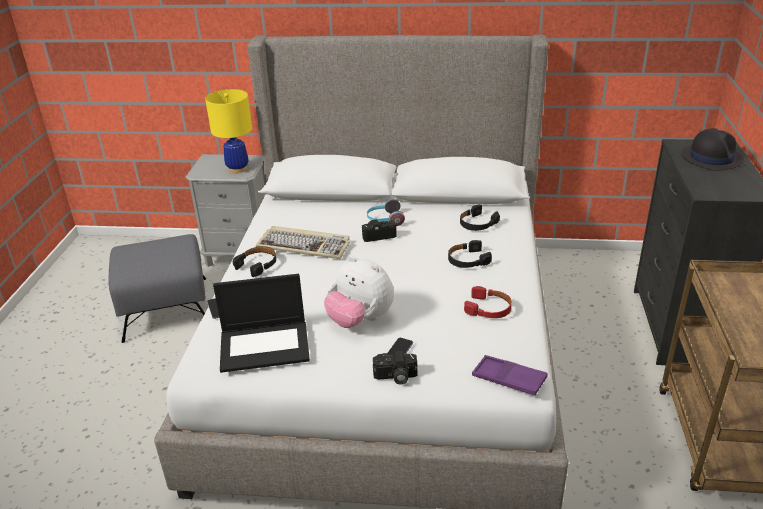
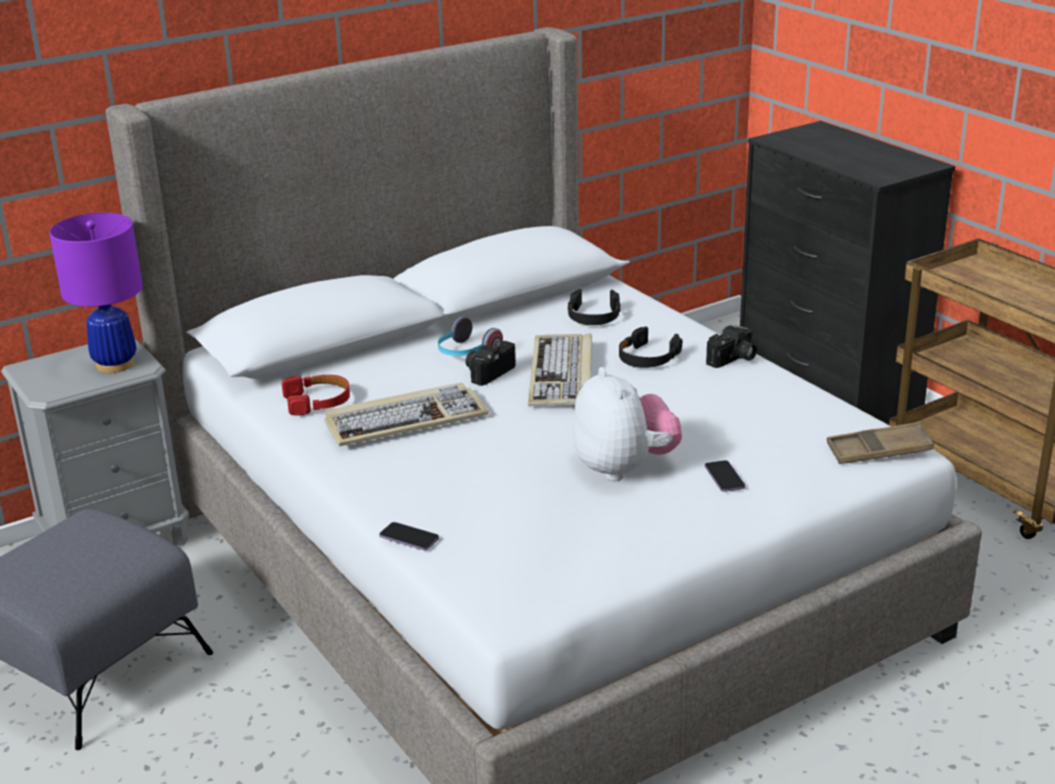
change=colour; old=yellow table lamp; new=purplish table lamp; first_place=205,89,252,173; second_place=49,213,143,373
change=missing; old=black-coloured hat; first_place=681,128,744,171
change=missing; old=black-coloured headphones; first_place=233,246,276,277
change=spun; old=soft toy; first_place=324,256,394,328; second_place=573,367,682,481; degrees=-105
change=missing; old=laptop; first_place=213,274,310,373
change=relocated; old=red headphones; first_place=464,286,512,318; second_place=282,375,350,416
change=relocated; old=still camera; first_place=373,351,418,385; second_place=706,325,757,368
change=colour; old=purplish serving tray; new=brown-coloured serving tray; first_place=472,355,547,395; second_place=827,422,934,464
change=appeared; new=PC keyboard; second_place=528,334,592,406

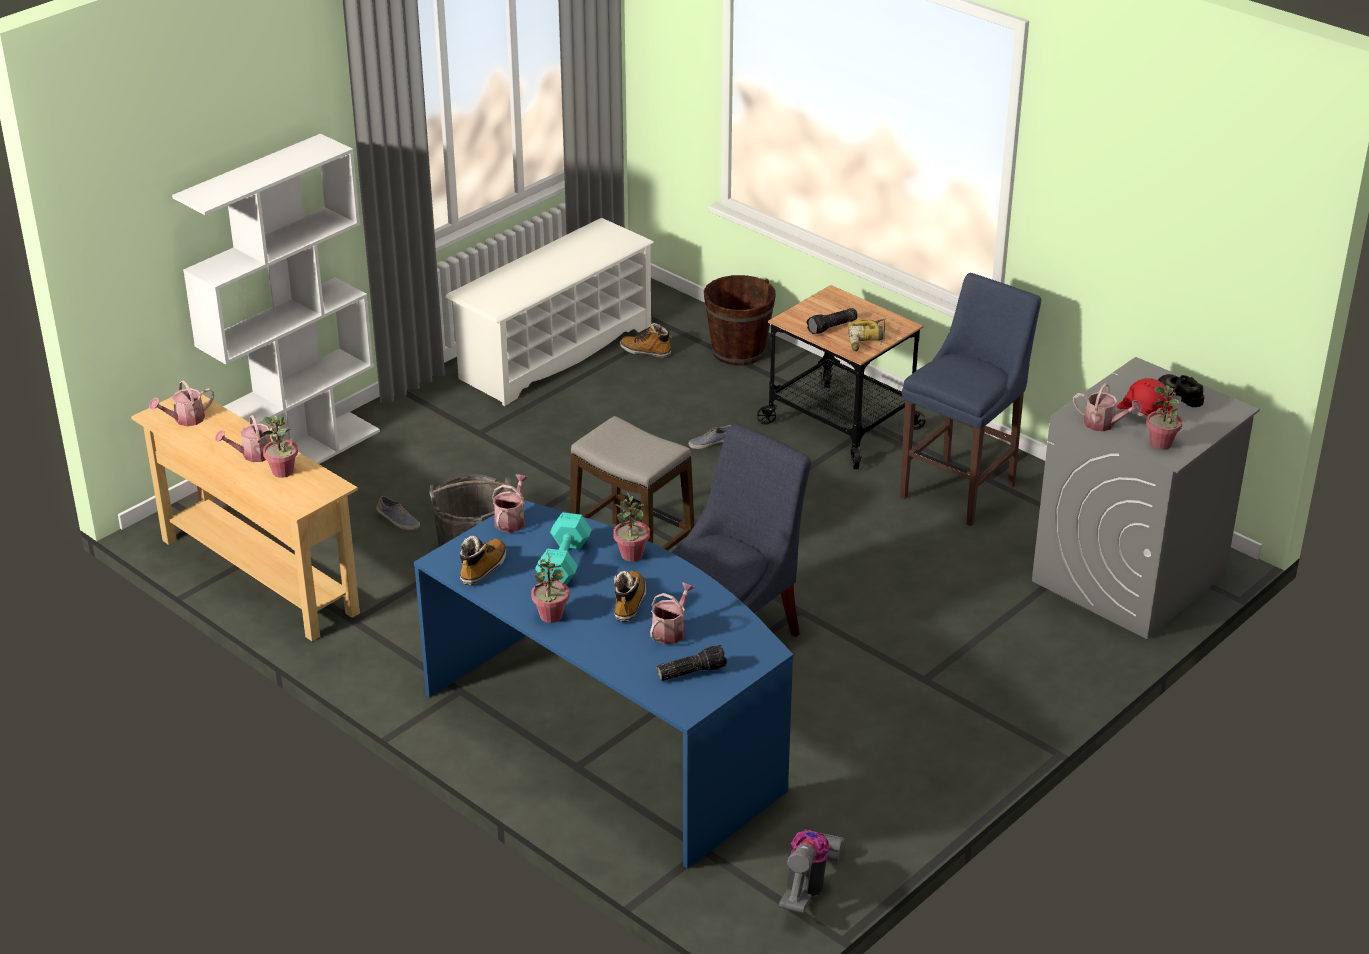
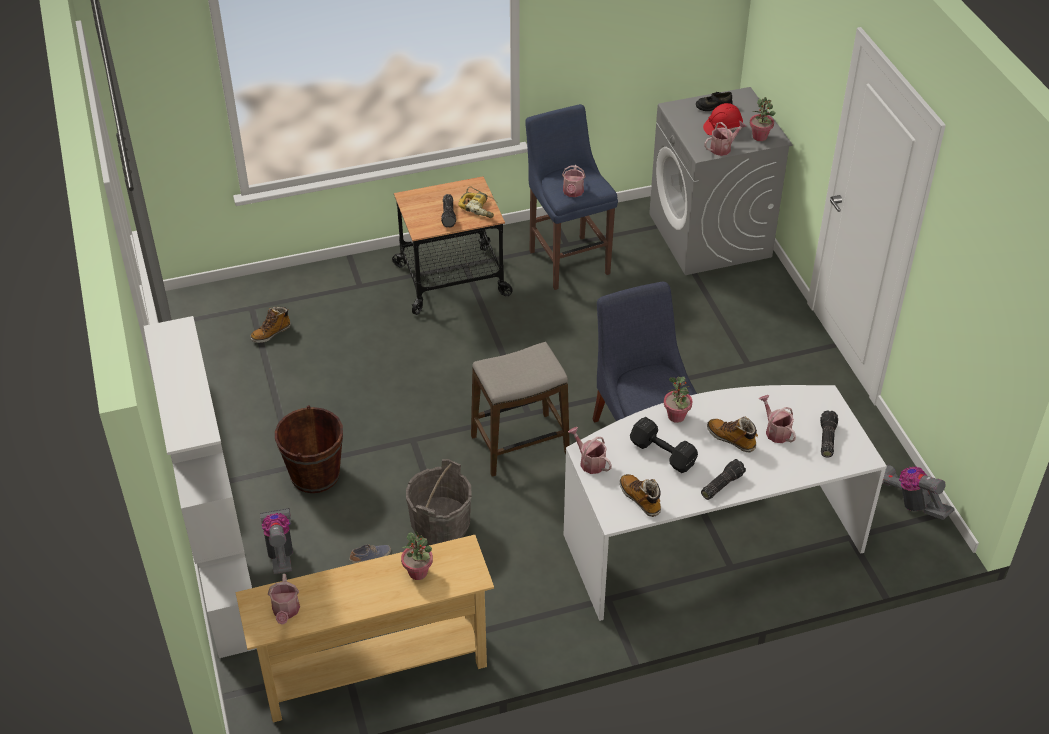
change=missing; old=white-coloured shoe rack; first_place=445,218,654,406
change=relocated; old=brown-coloured water bucket; first_place=704,275,776,366; second_place=275,405,343,493
change=relocated; old=watering can; first_place=215,415,285,462; second_place=562,165,586,197
change=missing; old=item of footwear; first_place=689,425,731,449
change=colour; old=bluish desk unit; new=white-coloured desk unit; first_place=414,500,793,869; second_place=564,385,887,621
change=colour; old=turquoise-coloured dumbbell; new=black-coloured dumbbell; first_place=535,512,592,585; second_place=630,417,698,473
change=exchanged; old=plant in a pot; new=hand torch; first_place=531,551,570,623; second_place=701,459,746,500
change=appeared; new=vacuum cleaner; second_place=260,508,293,574

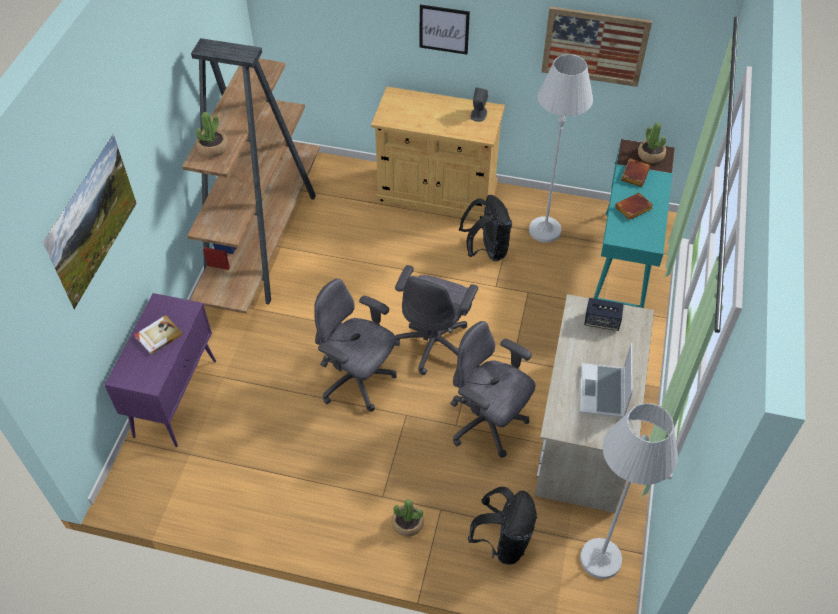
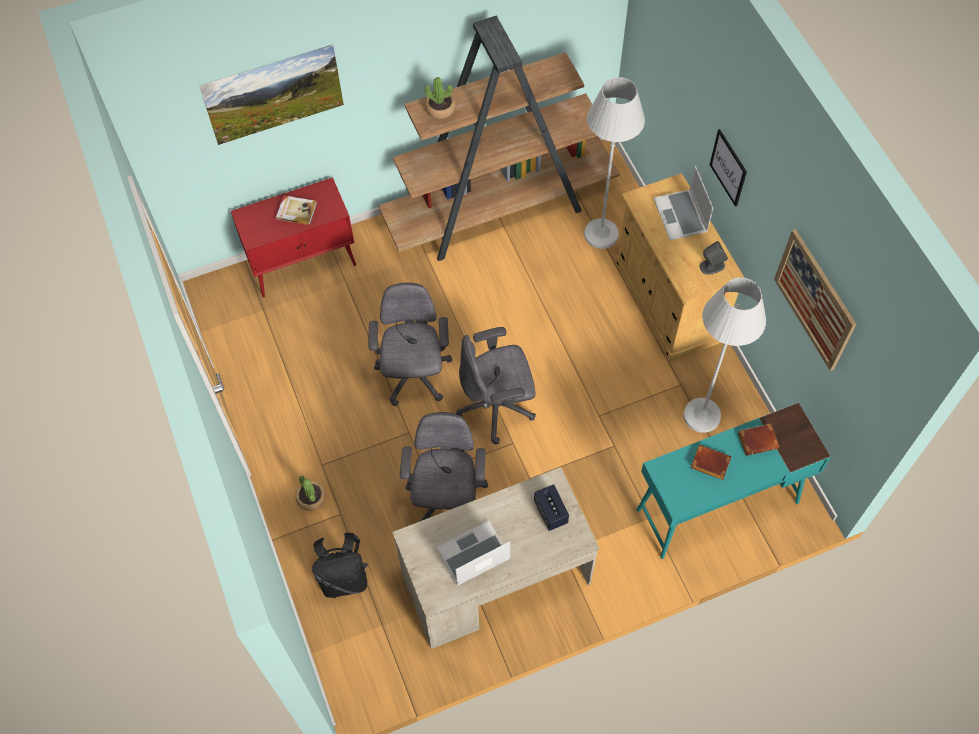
change=missing; old=plant in a pot; first_place=638,123,666,164
change=missing; old=black-coloured backpack; first_place=459,195,512,261
change=colour; old=purplish cupboard; new=red cupboard; first_place=104,293,216,447; second_place=231,177,356,298
change=relocated; old=white-coloured standard lamp; first_place=580,403,678,579; second_place=584,77,645,249
change=appeared; new=laptop; second_place=653,166,713,240

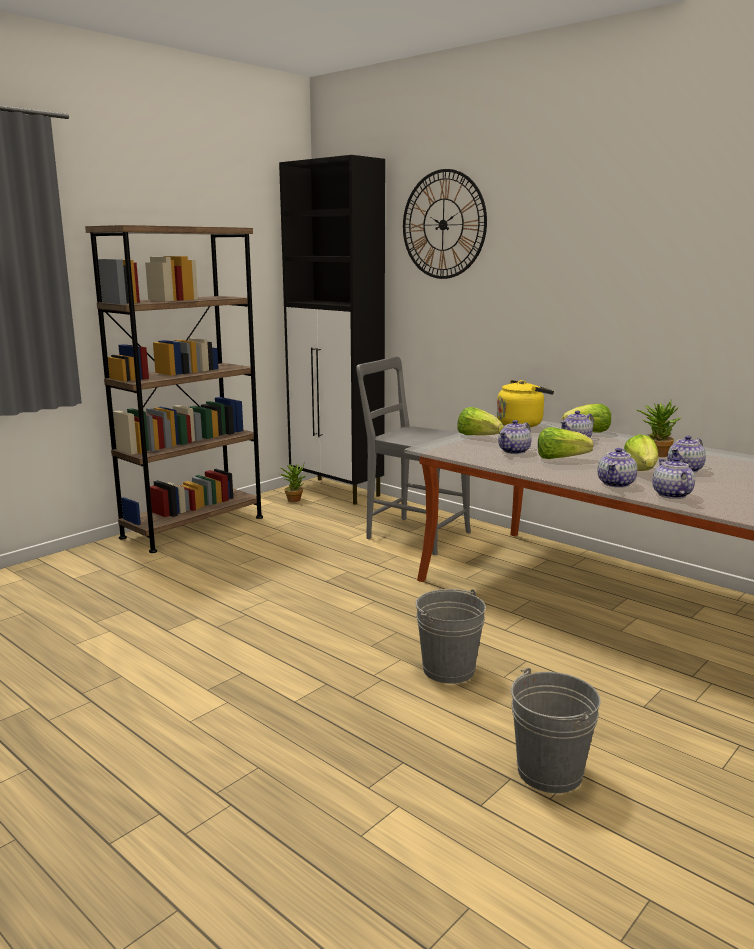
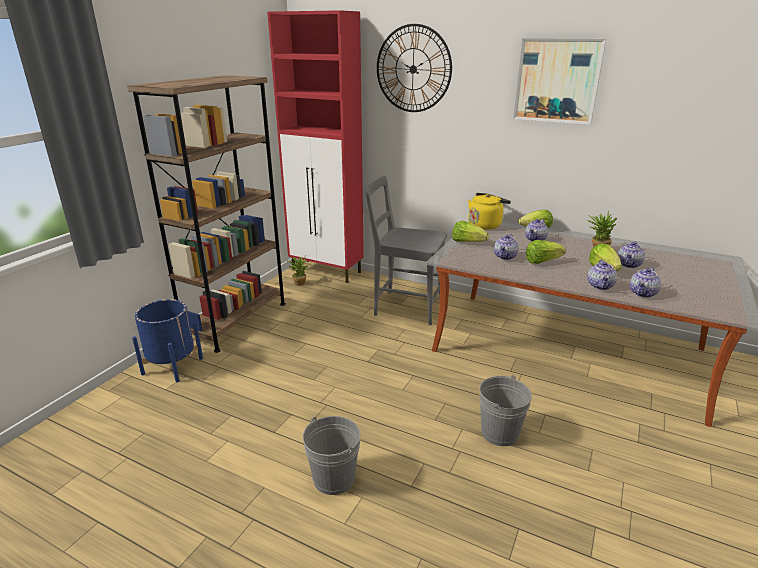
change=colour; old=black-coloured cupboard; new=red cupboard; first_place=279,155,385,505; second_place=267,10,364,283
change=spun; old=tea pot; first_place=652,457,695,499; second_place=630,267,661,298; degrees=-120
change=relocated; old=greyish water bucket; first_place=511,668,601,793; second_place=303,416,360,495
change=appeared; new=picture; second_place=513,38,606,125
change=appeared; new=bluish plant pot; second_place=132,299,203,382

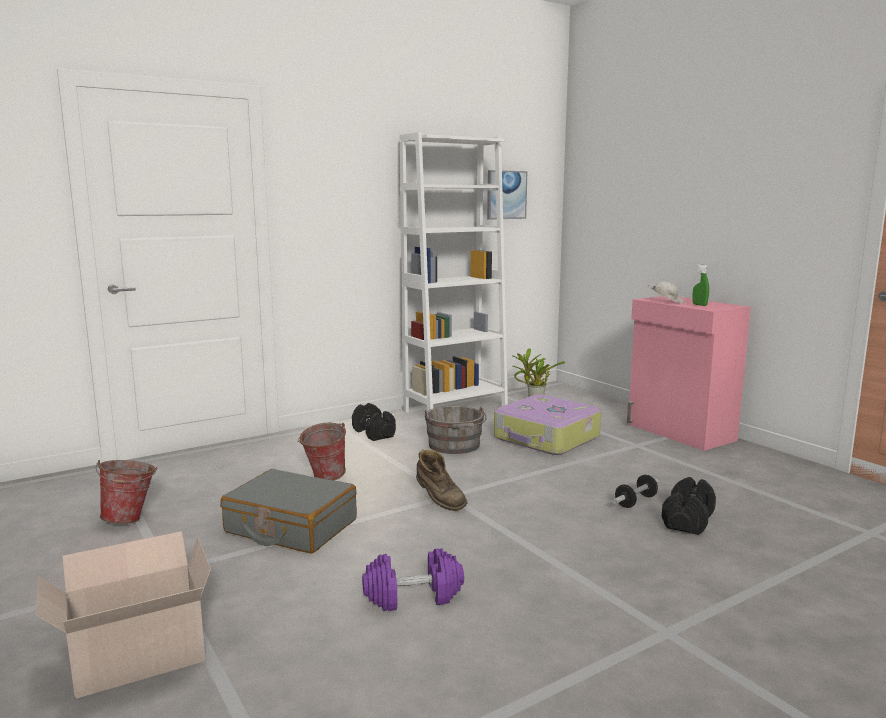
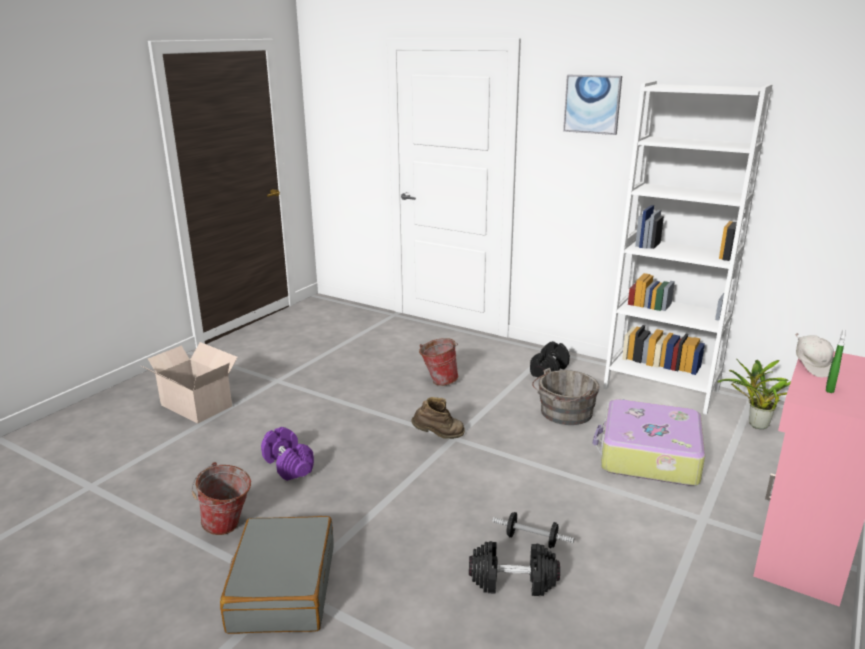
change=relocated; old=picture; first_place=487,170,527,220; second_place=563,75,622,135
change=spun; old=brown-coloured high-top boot; first_place=416,449,467,511; second_place=411,397,465,439; degrees=-120
change=relocated; old=water bucket; first_place=96,460,157,524; second_place=192,462,251,535
change=relocated; old=greyish suitcase; first_place=220,469,357,554; second_place=220,516,334,634

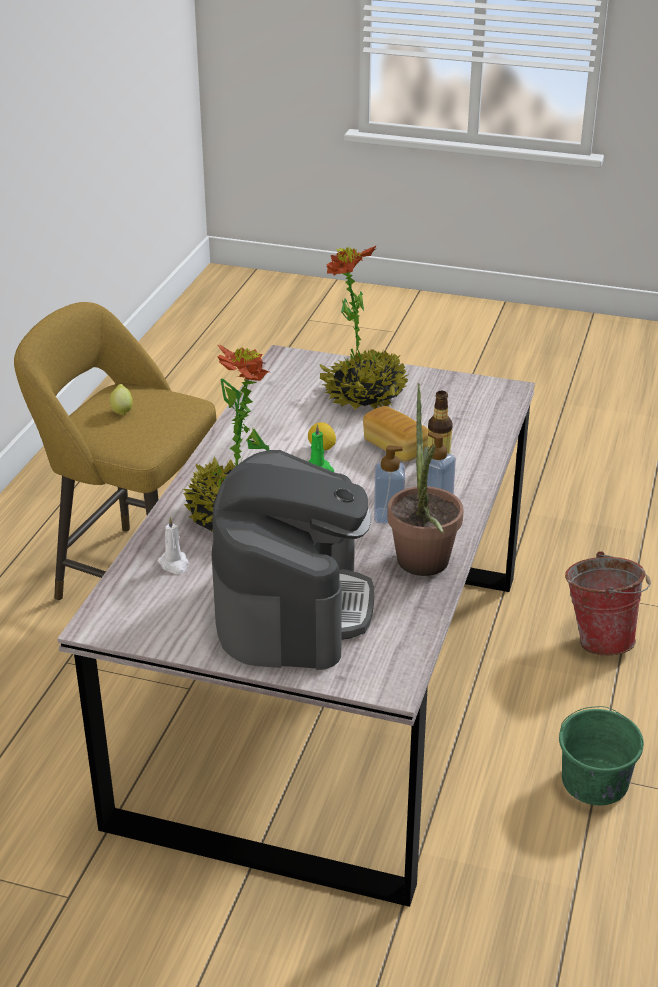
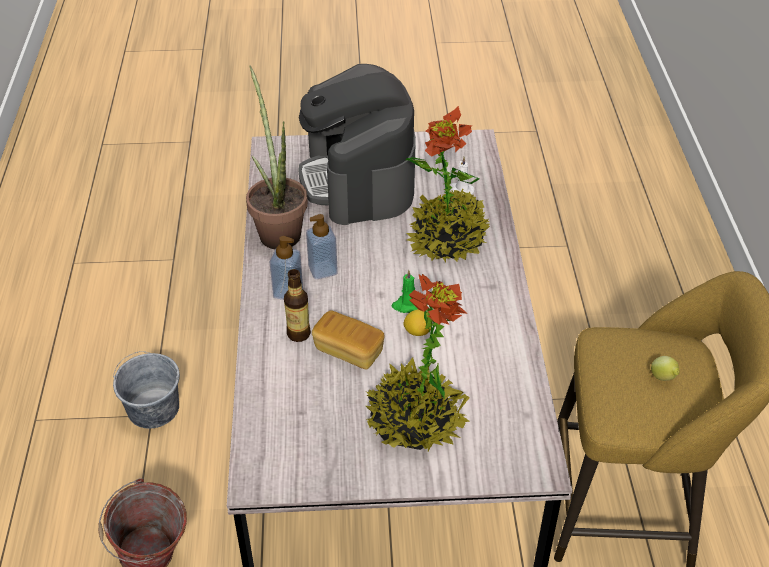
change=colour; old=greenish water bucket; new=greyish water bucket; first_place=559,706,644,805; second_place=113,351,180,429

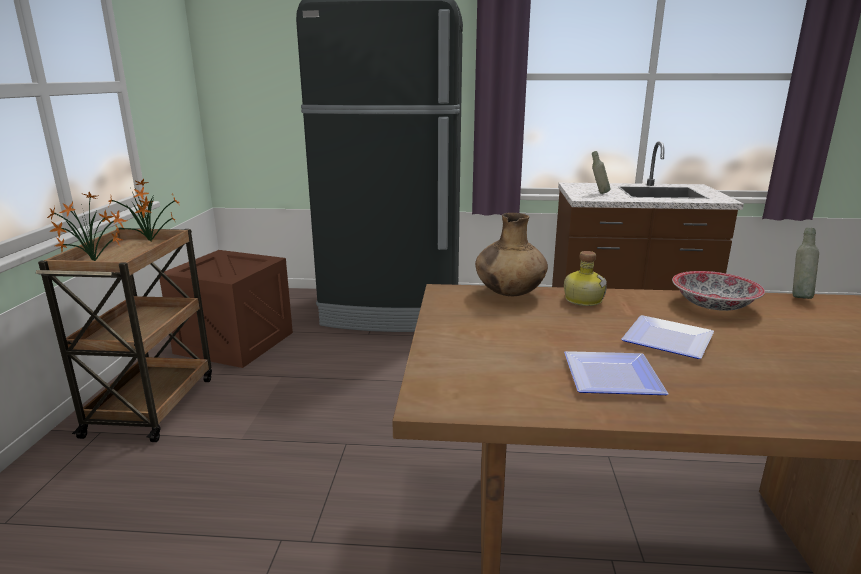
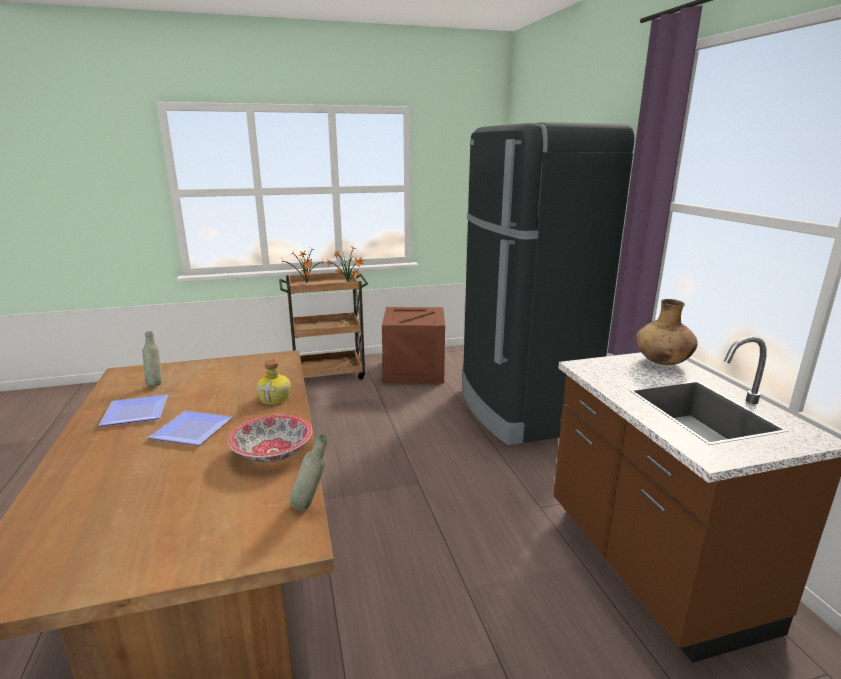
change=relocated; old=greyish beverage bottle; first_place=592,151,610,194; second_place=142,331,161,386
change=relocated; old=brown-coloured vase; first_place=475,213,548,296; second_place=636,299,698,365

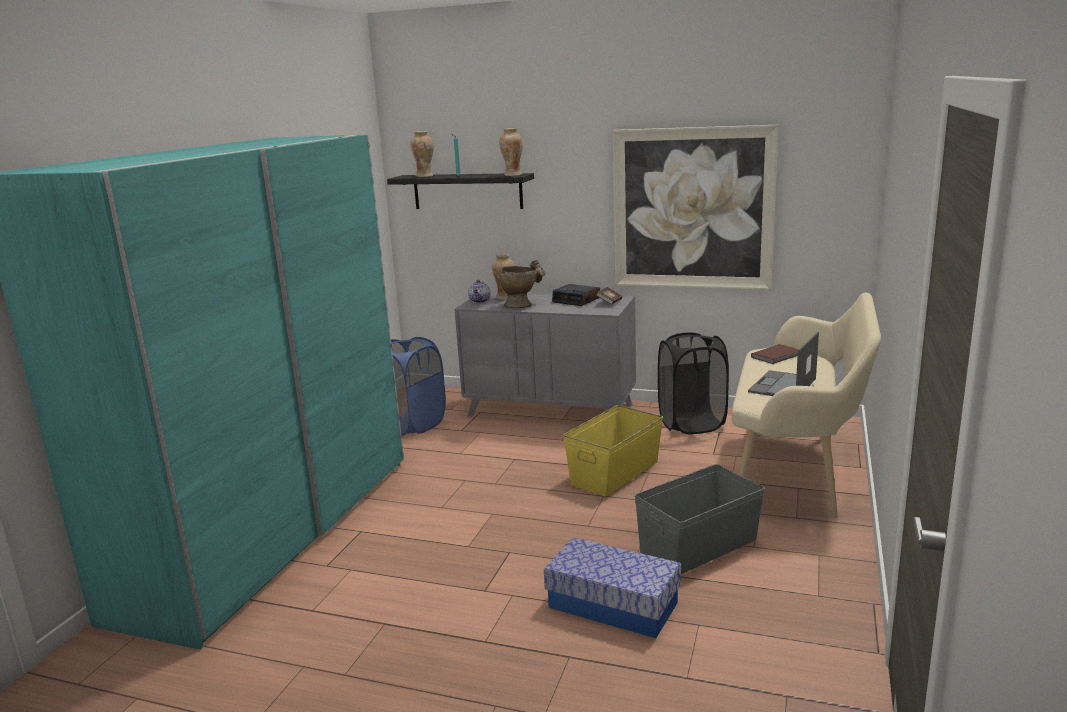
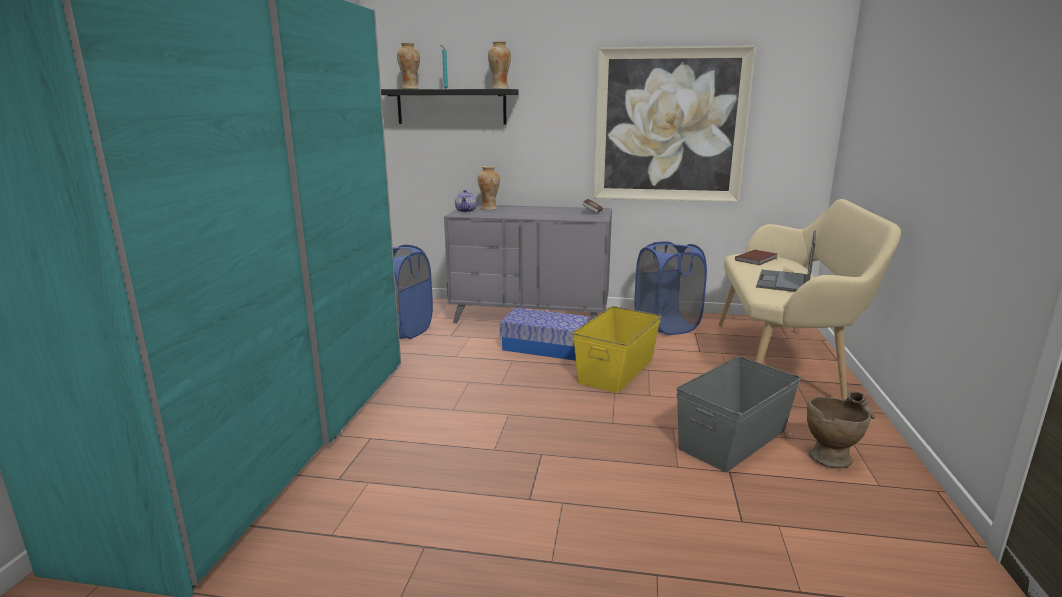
change=relocated; old=sand-coloured vase; first_place=499,260,546,308; second_place=807,391,875,468
change=missing; old=alarm clock; first_place=552,284,600,306
change=colour; old=black-coloured hamper; new=bluish hamper; first_place=658,332,729,434; second_place=634,241,707,335
change=relocated; old=storage bin; first_place=544,537,681,638; second_place=500,308,590,361

